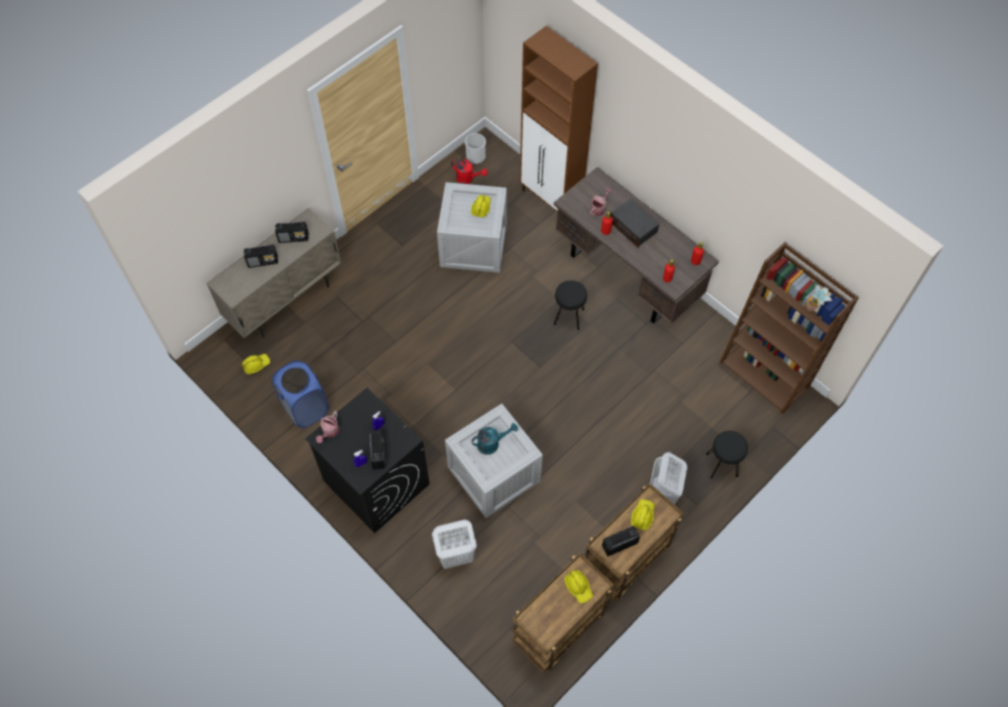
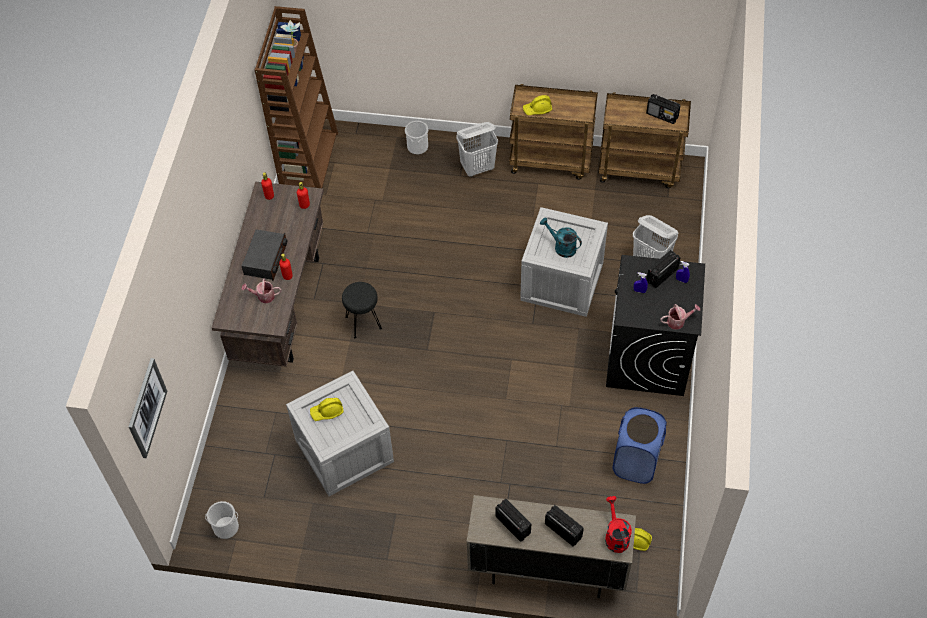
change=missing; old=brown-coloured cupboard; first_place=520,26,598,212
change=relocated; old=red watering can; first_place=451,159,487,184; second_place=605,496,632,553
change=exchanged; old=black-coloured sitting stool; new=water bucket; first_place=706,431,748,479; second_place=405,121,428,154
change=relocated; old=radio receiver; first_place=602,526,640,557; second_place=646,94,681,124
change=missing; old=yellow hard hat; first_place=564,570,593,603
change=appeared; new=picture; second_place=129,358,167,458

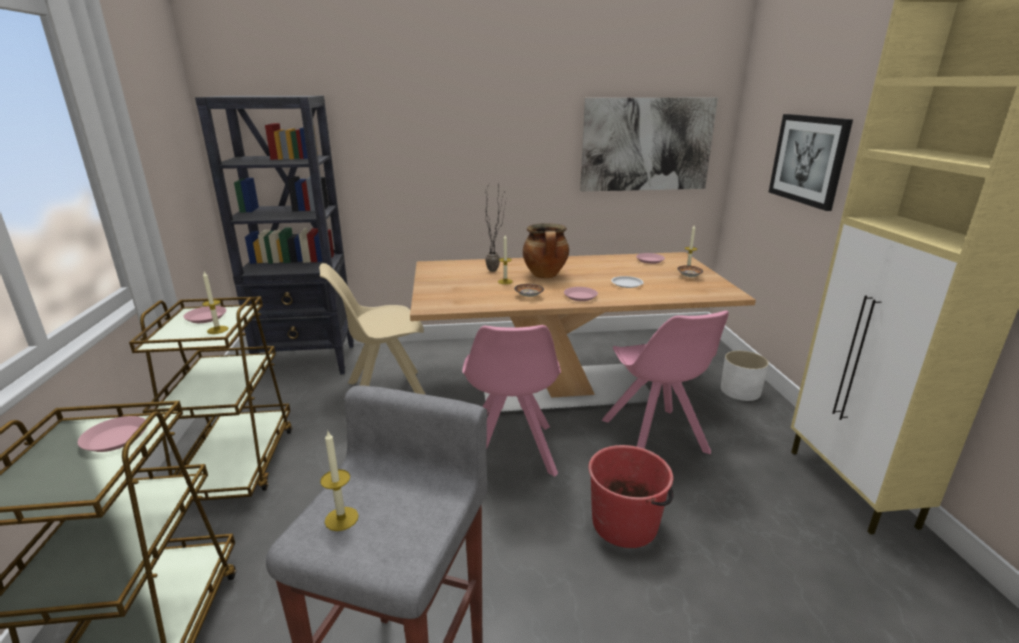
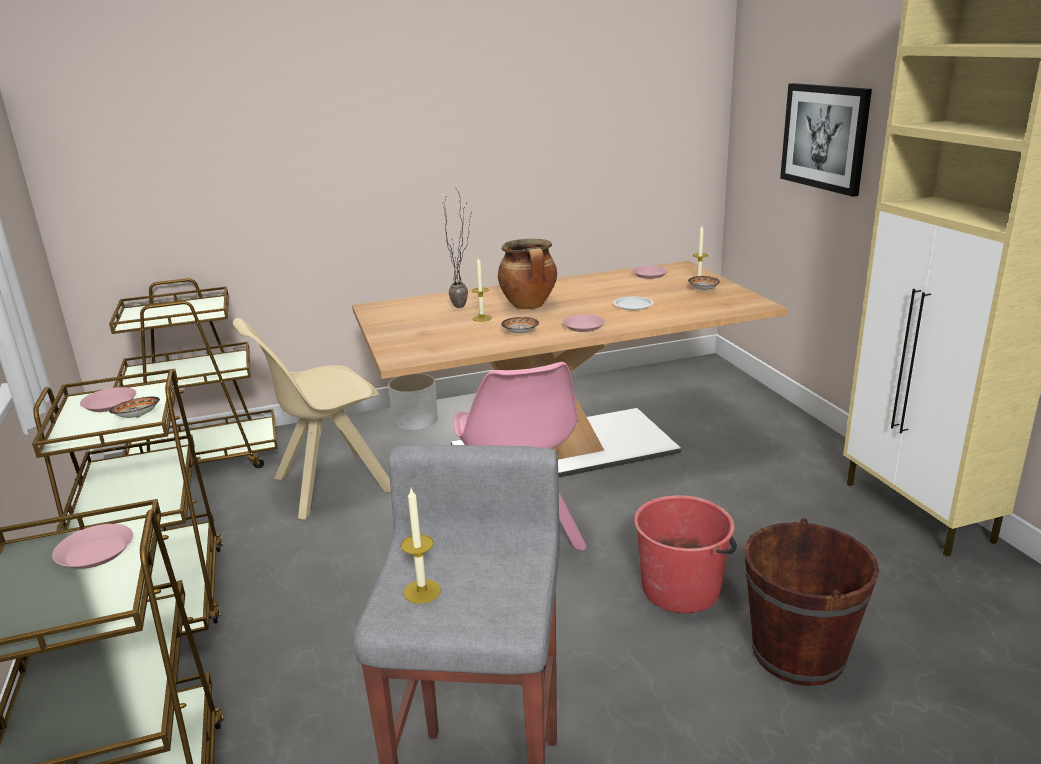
change=exchanged; old=black-coloured shelving unit; new=brown-coloured wheeled cart; first_place=195,96,354,374; second_place=109,278,278,468
change=missing; old=picture; first_place=580,98,718,191
change=exchanged; old=candle; new=deep dish; first_place=202,271,228,334; second_place=109,397,160,418
change=missing; old=pink-coloured chair; first_place=602,311,729,454
change=relocated; old=white-coloured plant pot; first_place=721,351,769,401; second_place=388,373,438,430
change=appeared; new=brown-coloured water bucket; second_place=744,518,880,686

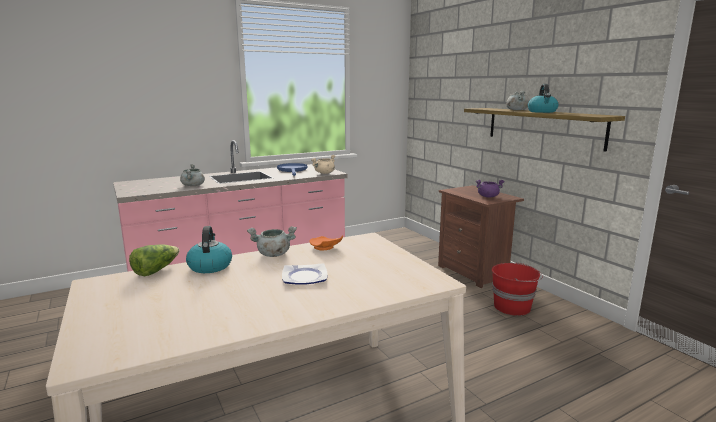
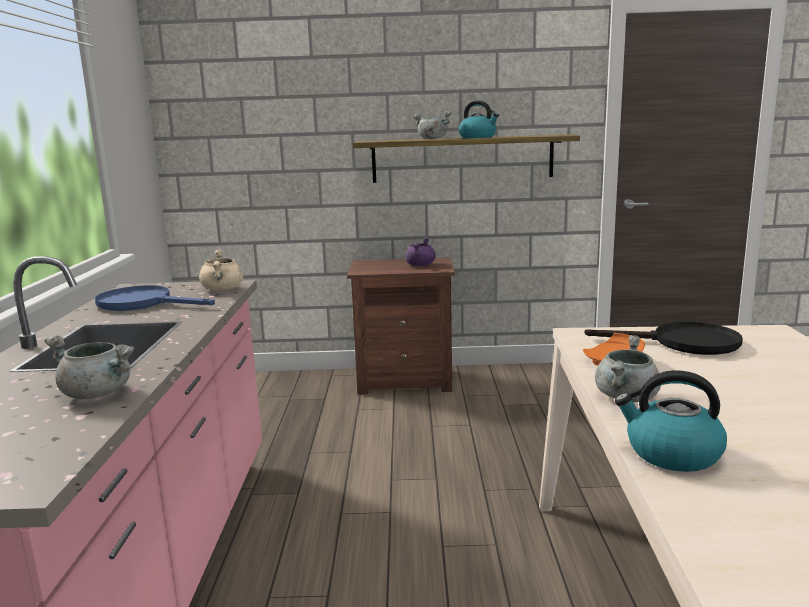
change=missing; old=lettuce; first_place=129,245,180,276
change=missing; old=flat dish; first_place=282,263,328,285
change=missing; old=red water bucket; first_place=492,263,542,316
change=appeared; new=black-coloured frying pan; second_place=585,322,743,355

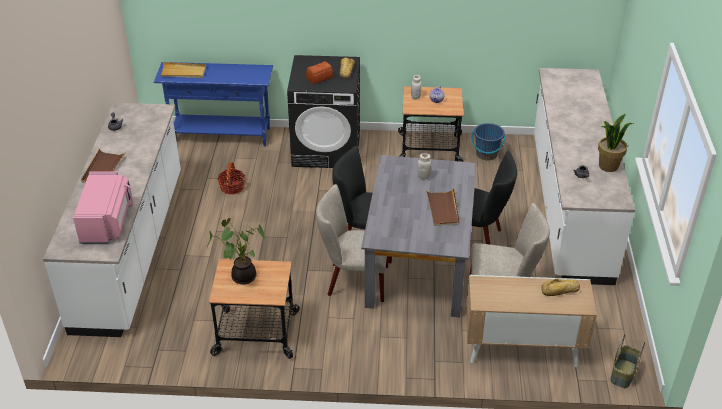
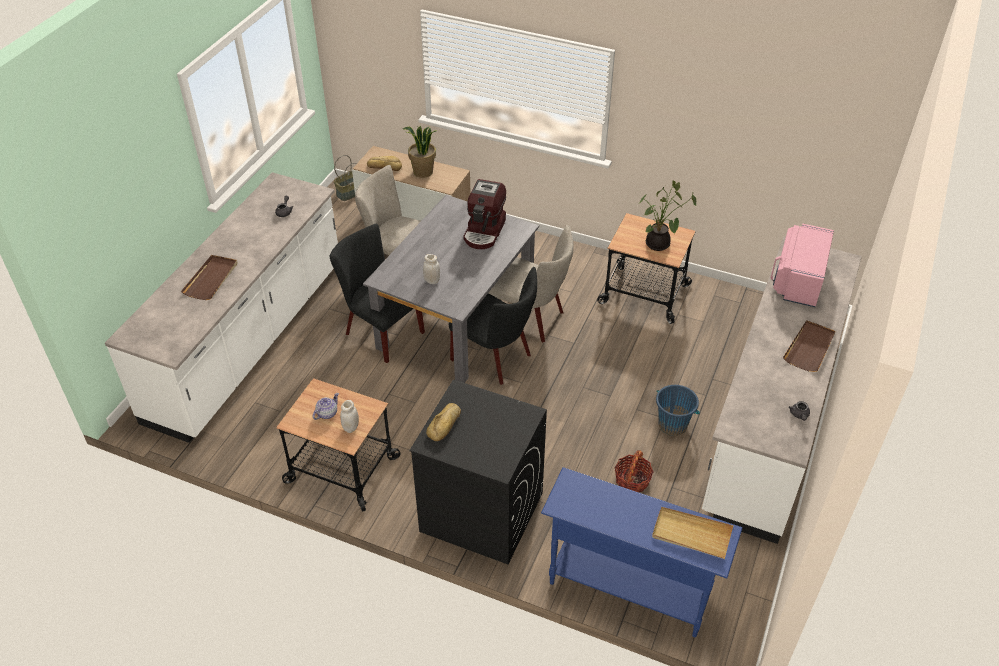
change=missing; old=baked bread; first_place=306,61,333,84
change=relocated; old=plant in a pot; first_place=598,114,634,172; second_place=403,126,436,178
change=relocated; old=bluish water bucket; first_place=472,123,506,160; second_place=656,385,700,436
change=relocated; old=brown-coloured serving tray; first_place=426,189,459,226; second_place=181,255,237,300
change=appeared; new=coffee brewer; second_place=463,179,506,249

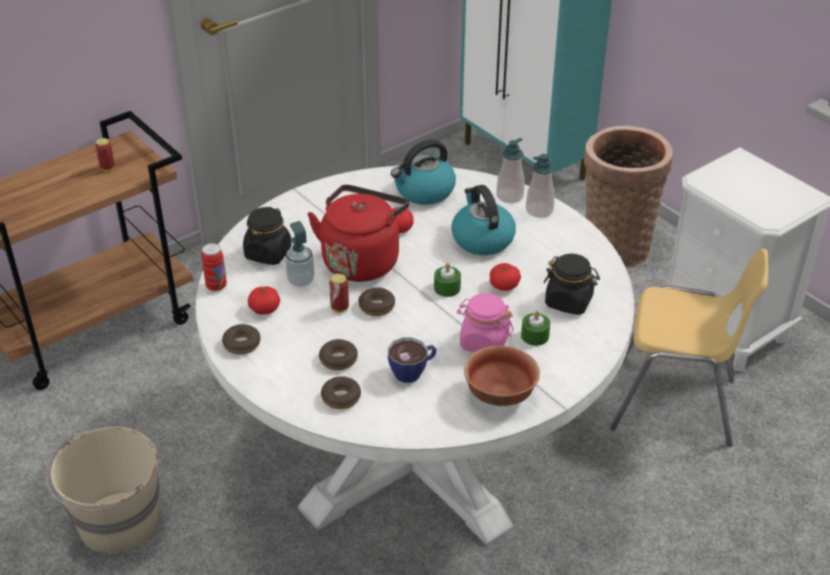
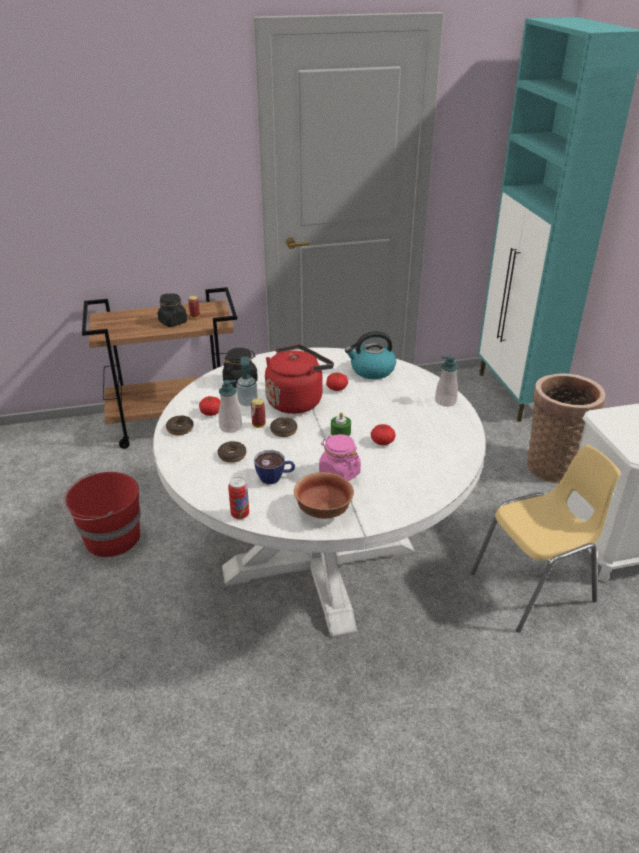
change=relocated; old=soap bottle; first_place=496,138,524,203; second_place=219,380,242,433
change=missing; old=tea kettle; first_place=452,185,516,255
change=relocated; old=can; first_place=201,243,227,291; second_place=228,477,249,520
change=spun; old=yellow chair; first_place=610,248,769,447; second_place=471,445,621,632; degrees=-60
change=relocated; old=black-coloured preserve jar; first_place=543,254,600,315; second_place=158,293,187,327
change=missing; old=greenish candle; first_place=521,311,550,346
change=missing; old=donut; first_place=321,377,361,409
change=colour; old=sand-coloured water bucket; new=red water bucket; first_place=46,427,159,554; second_place=62,472,140,557

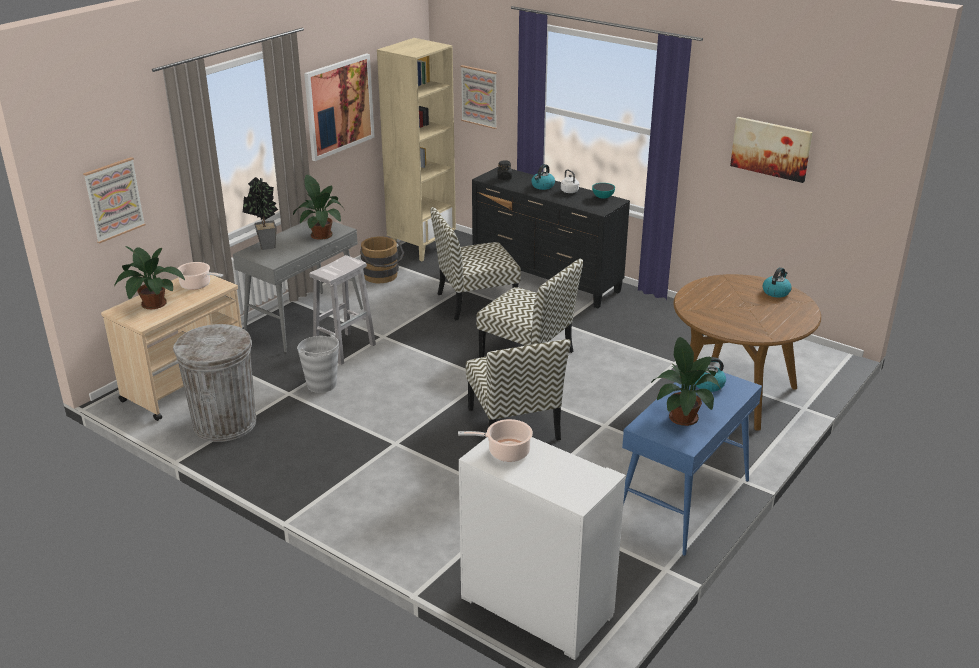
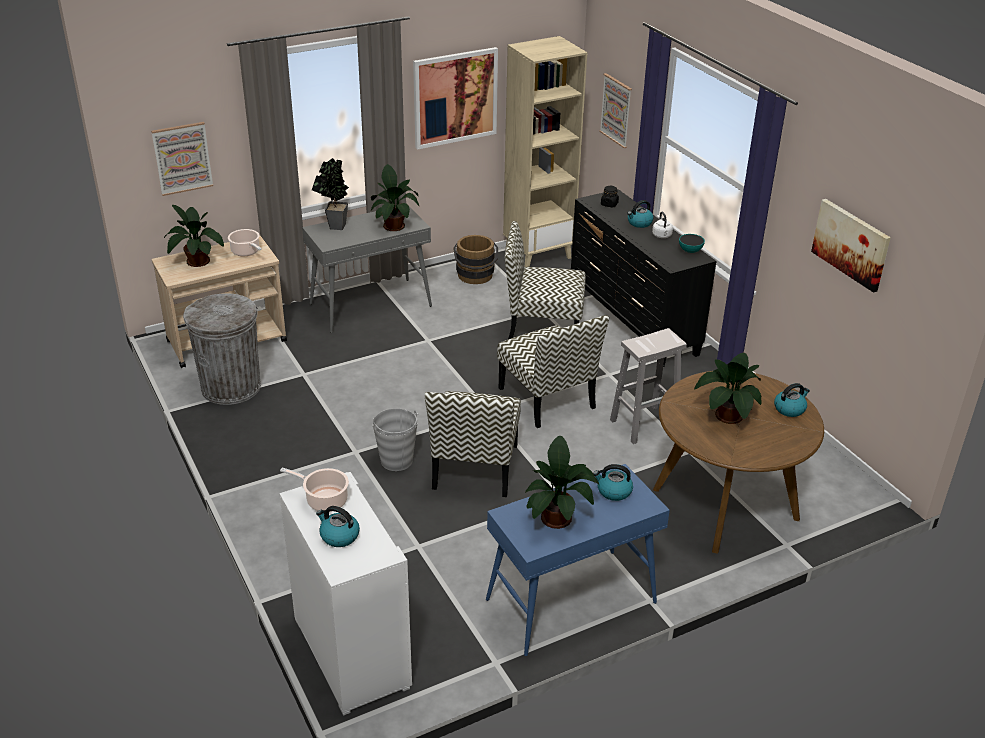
change=relocated; old=white-coloured sitting stool; first_place=309,255,376,365; second_place=610,328,687,444
change=relocated; old=greyish water bucket; first_place=297,332,339,393; second_place=372,409,419,471
change=appeared; new=plant in a pot; second_place=694,353,762,424
change=appeared; new=tea kettle; second_place=316,506,360,547

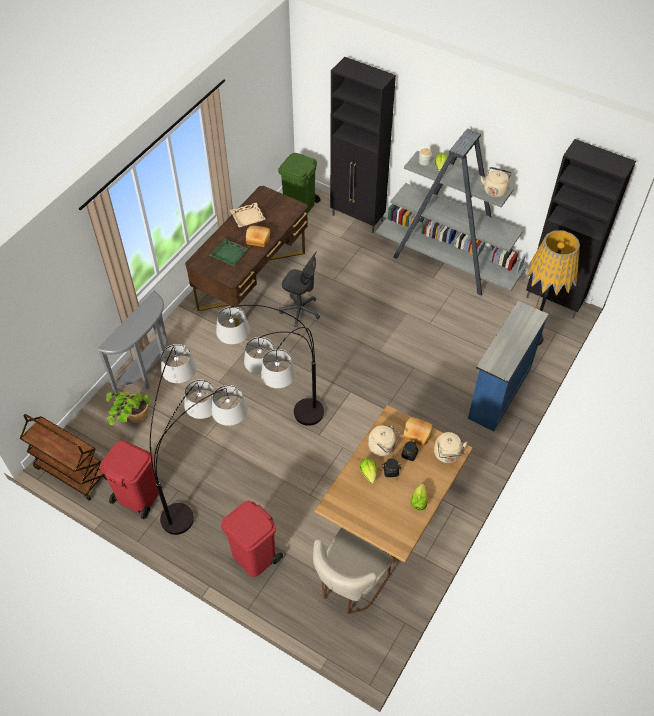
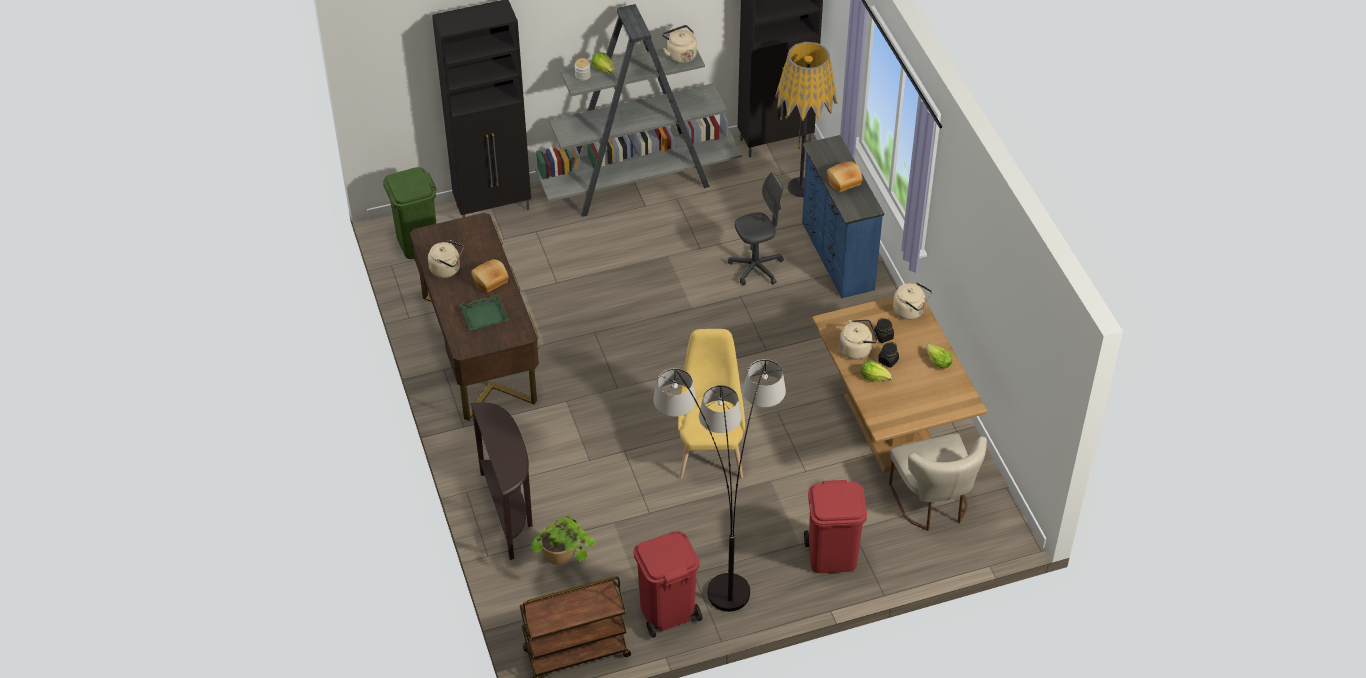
change=exchanged; old=sand-coloured serving tray; new=sand-coloured tea kettle; first_place=230,202,265,227; second_place=428,240,464,278
change=relocated; old=greyish desk chair; first_place=279,251,320,327; second_place=728,172,784,286
change=colour; old=greyish console table; new=brown-coloured console table; first_place=97,291,168,397; second_place=471,402,533,560
change=exchanged; old=standard lamp; new=yellow chair; first_place=216,305,324,426; second_place=678,329,745,479
change=relocated; old=baked bread; first_place=403,417,433,446; second_place=827,161,863,192

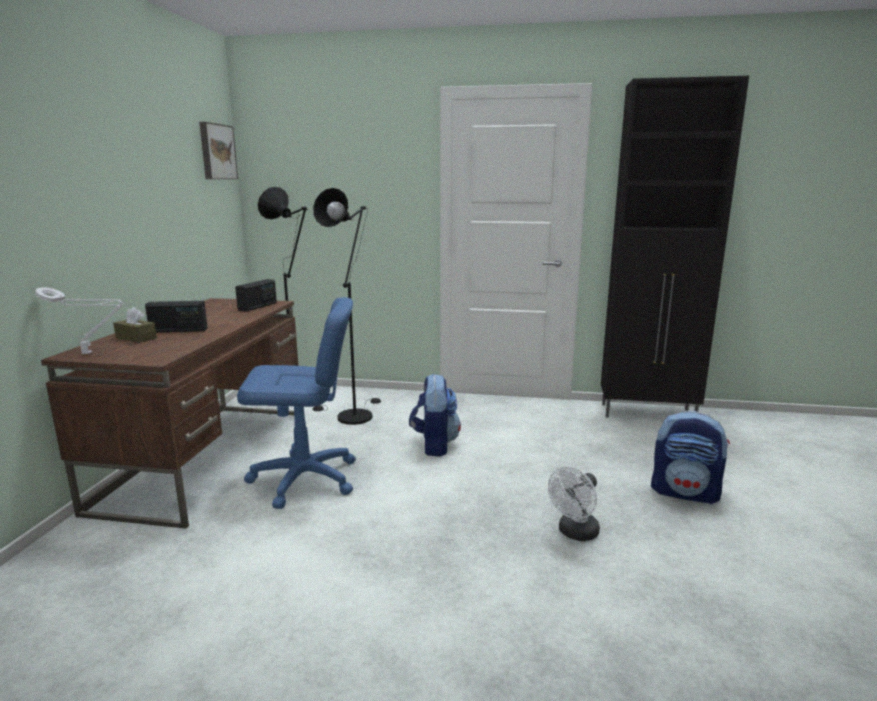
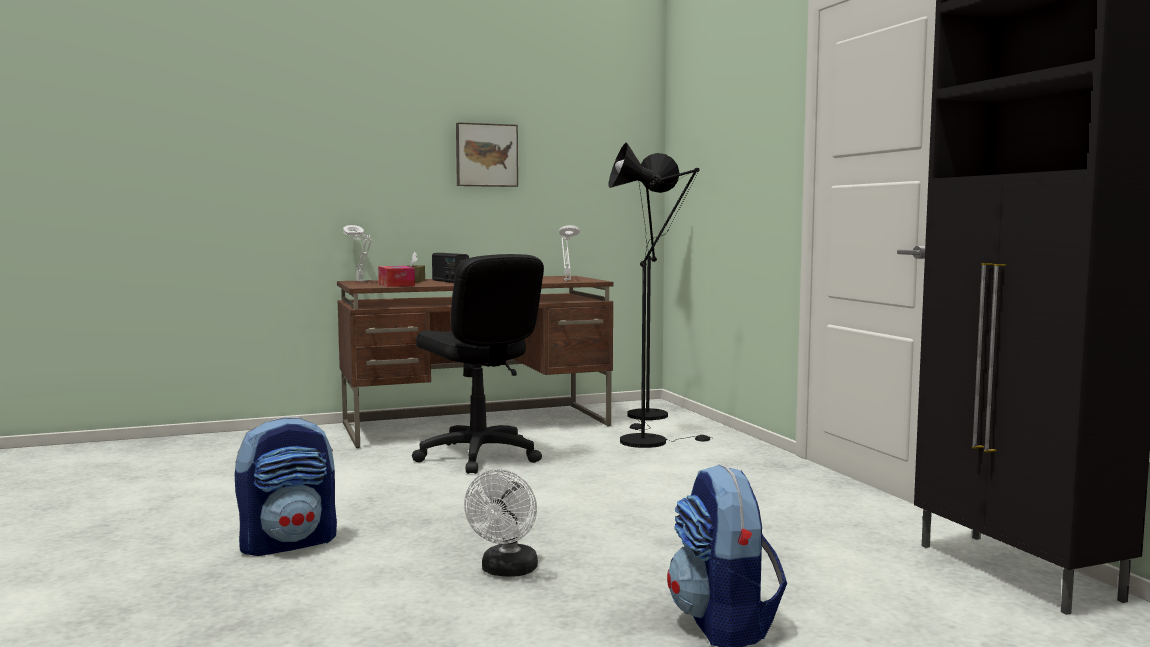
change=relocated; old=picture; first_place=199,122,238,179; second_place=456,122,518,187
change=exchanged; old=radio receiver; new=white-coloured table lamp; first_place=235,279,277,312; second_place=559,225,580,281
change=colour; old=bluish desk chair; new=black-coloured desk chair; first_place=237,297,356,509; second_place=412,254,544,474
change=relocated; old=backpack; first_place=409,374,461,457; second_place=235,417,337,556
change=spun; old=white-coloured fan; first_place=548,466,600,541; second_place=464,469,538,577; degrees=-90
change=appeared; new=tissue holder; second_place=378,266,415,287

